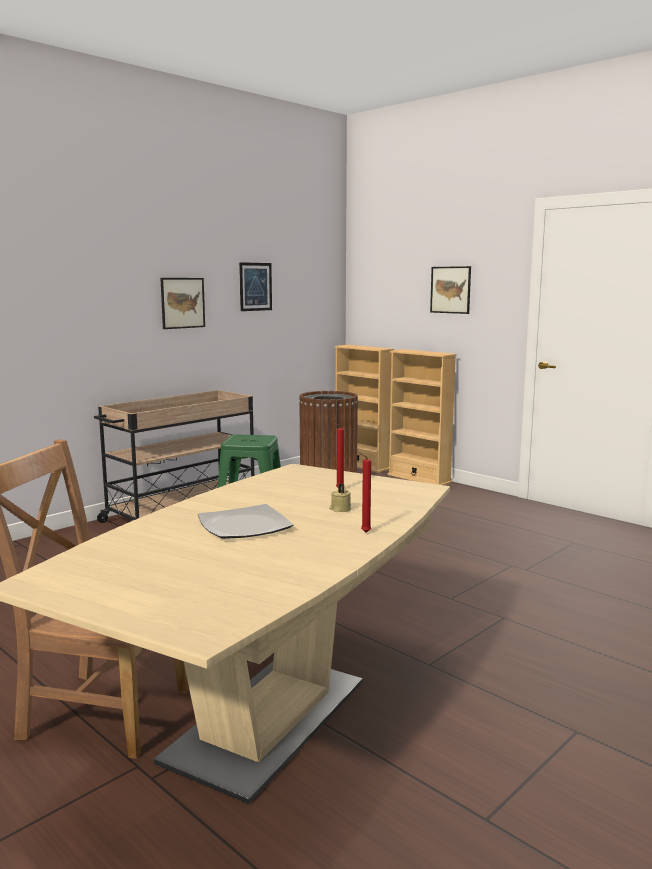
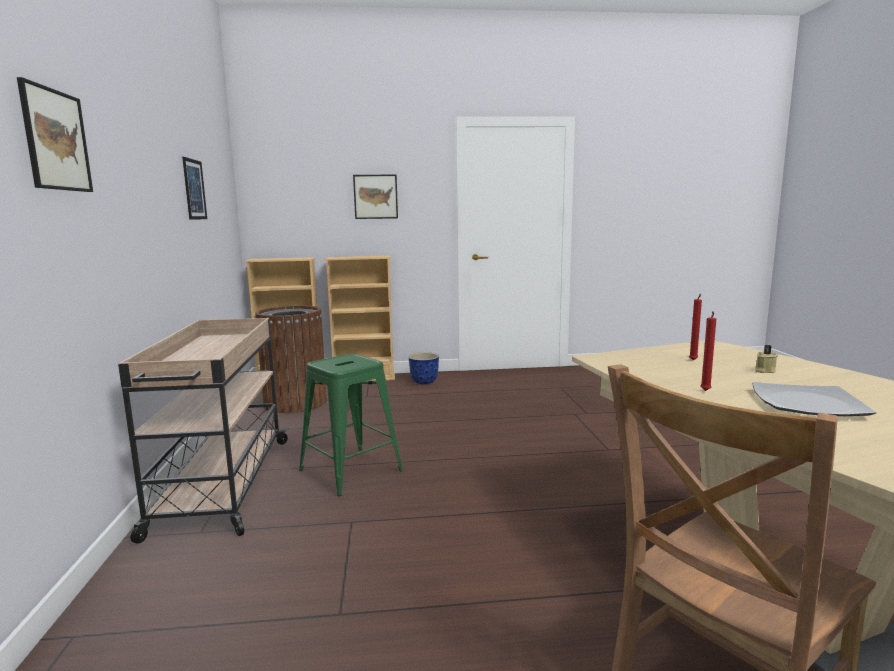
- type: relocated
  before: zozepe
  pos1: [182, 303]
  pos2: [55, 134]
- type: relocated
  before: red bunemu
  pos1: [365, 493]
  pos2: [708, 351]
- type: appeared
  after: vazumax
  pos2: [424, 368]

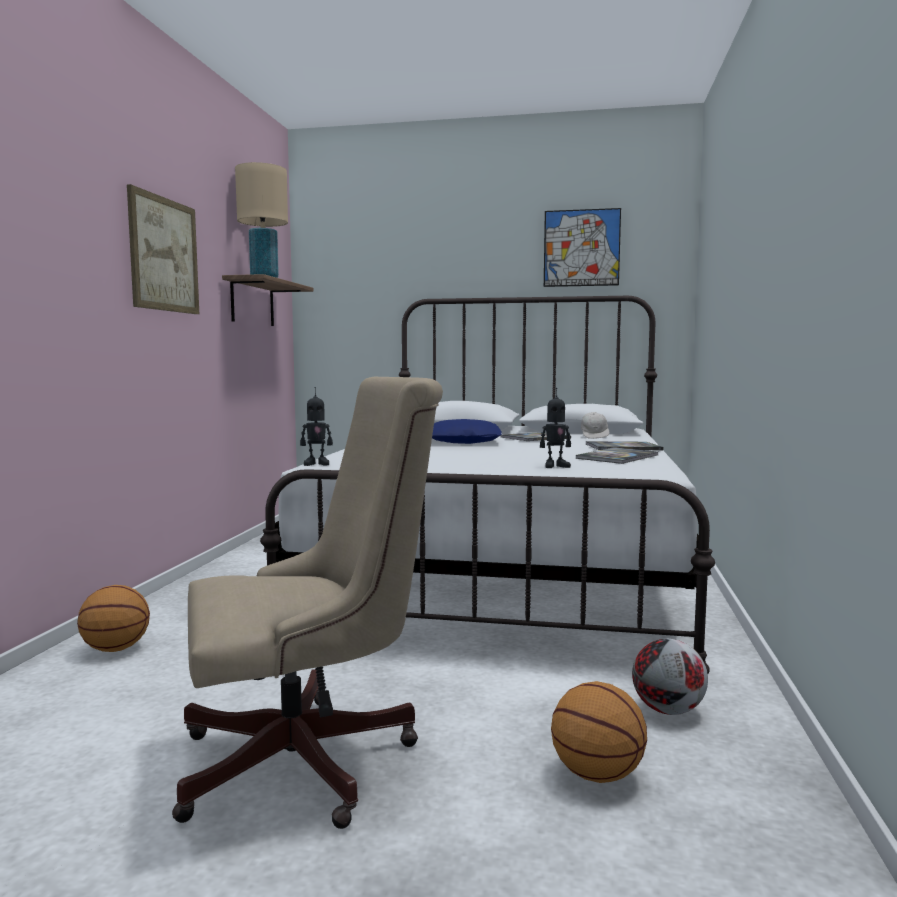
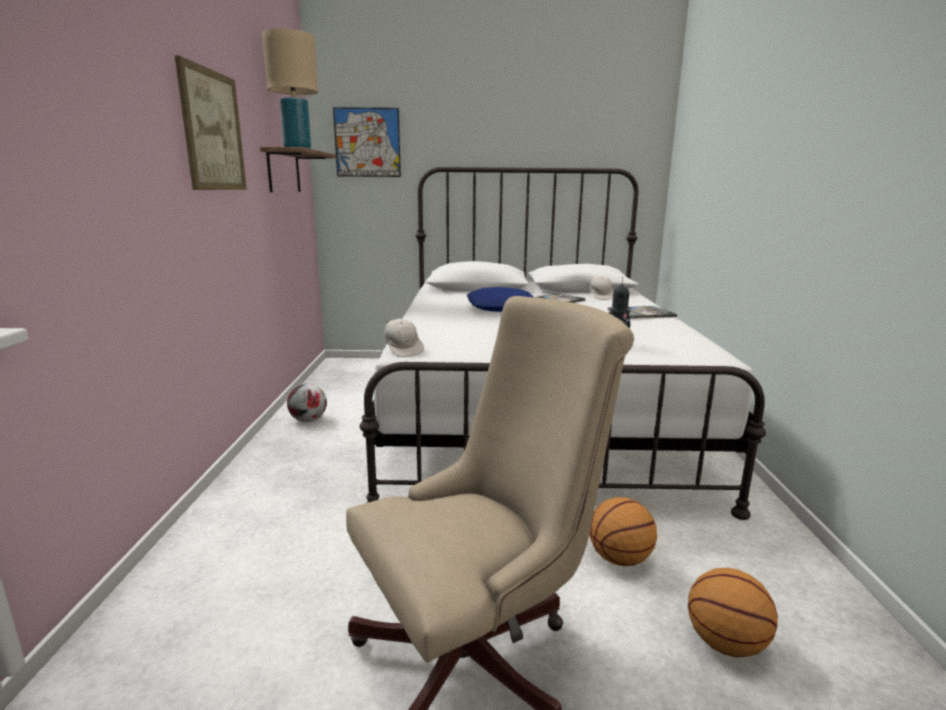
- type: relocated
  before: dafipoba
  pos1: [113, 618]
  pos2: [623, 531]
- type: exchanged
  before: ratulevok
  after: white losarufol
  pos1: [316, 426]
  pos2: [404, 337]
- type: relocated
  before: zozepe
  pos1: [582, 247]
  pos2: [367, 142]
- type: missing
  before: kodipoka
  pos1: [617, 455]
- type: relocated
  before: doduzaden
  pos1: [670, 677]
  pos2: [307, 403]

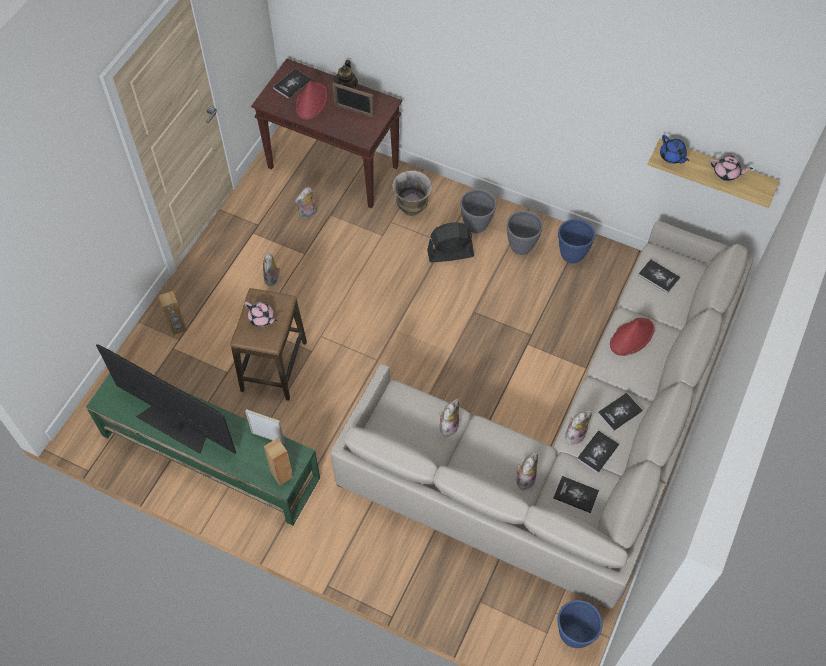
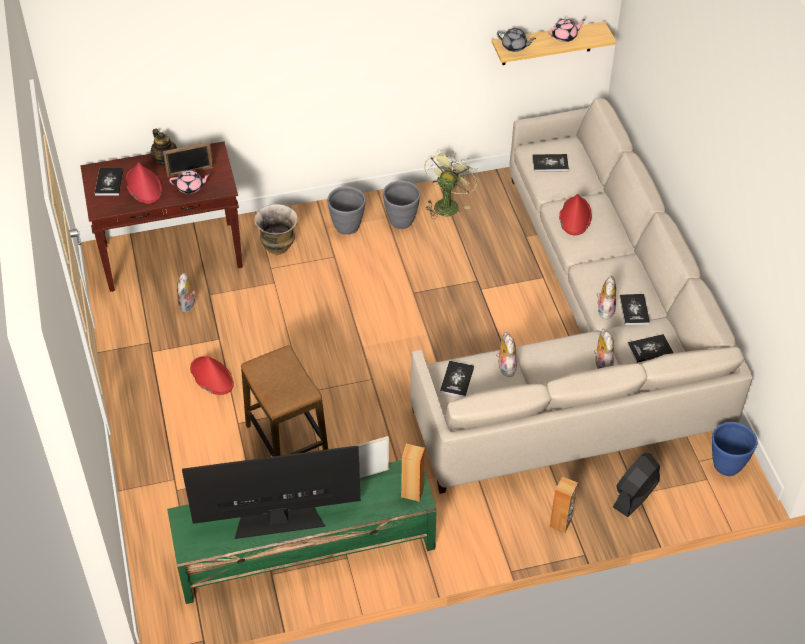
- type: relocated
  before: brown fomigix
  pos1: [172, 313]
  pos2: [564, 505]
- type: relocated
  before: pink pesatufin
  pos1: [261, 314]
  pos2: [190, 181]
- type: exchanged
  before: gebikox
  after: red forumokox
  pos1: [271, 269]
  pos2: [212, 375]
- type: relocated
  before: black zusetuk
  pos1: [450, 242]
  pos2: [636, 484]
- type: exchanged
  before: blue vazumax
  after: green zusetuk
  pos1: [576, 241]
  pos2: [451, 184]
- type: relocated
  before: kodipoka
  pos1: [620, 412]
  pos2: [457, 379]
- type: colour
  before: blue pesatufin
  after: grey pesatufin
  pos1: [674, 149]
  pos2: [516, 40]

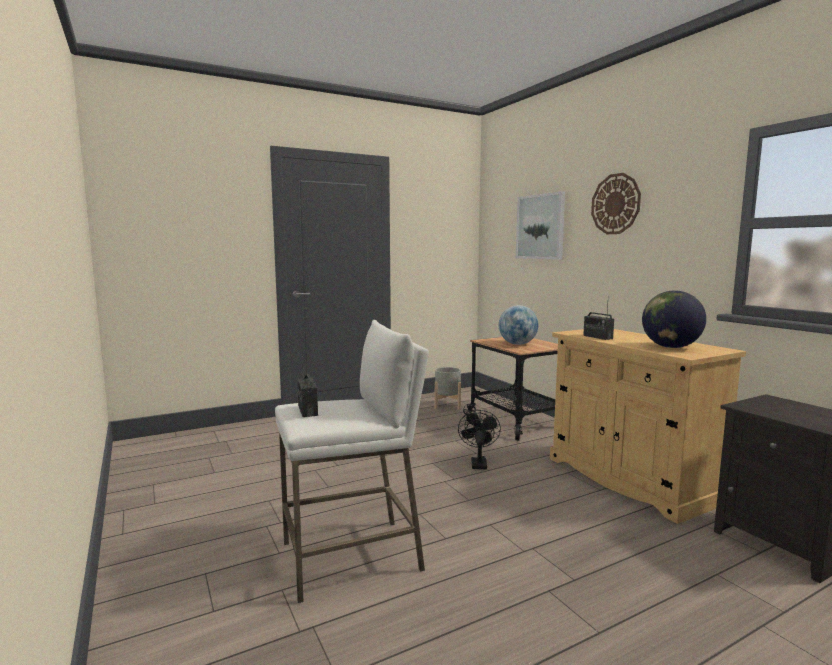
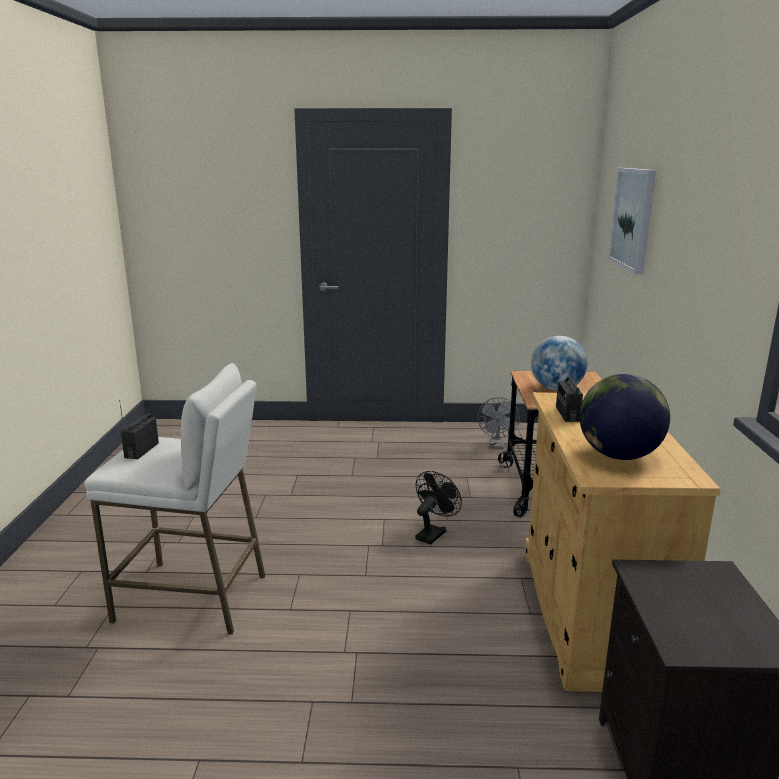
- type: exchanged
  before: grey vazumax
  after: grey zusetuk
  pos1: [448, 388]
  pos2: [499, 423]
- type: missing
  before: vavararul
  pos1: [616, 203]

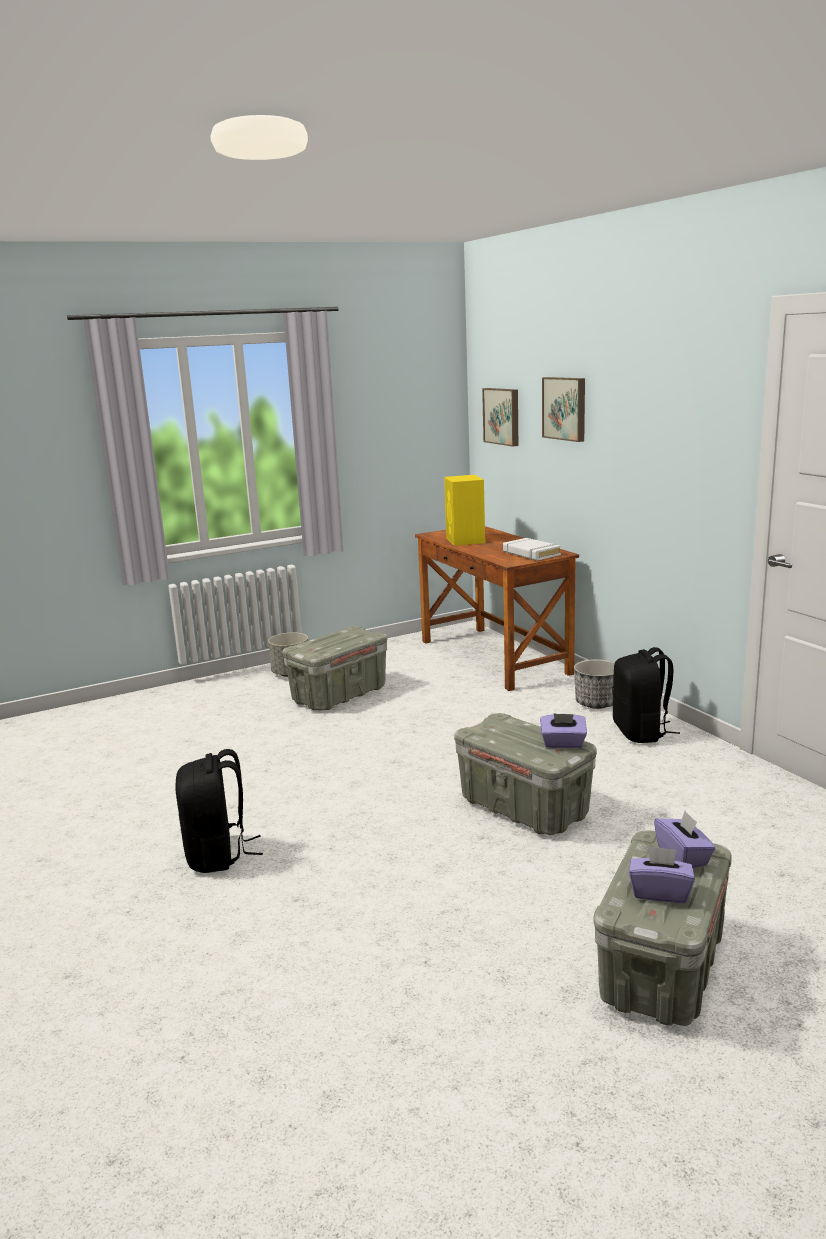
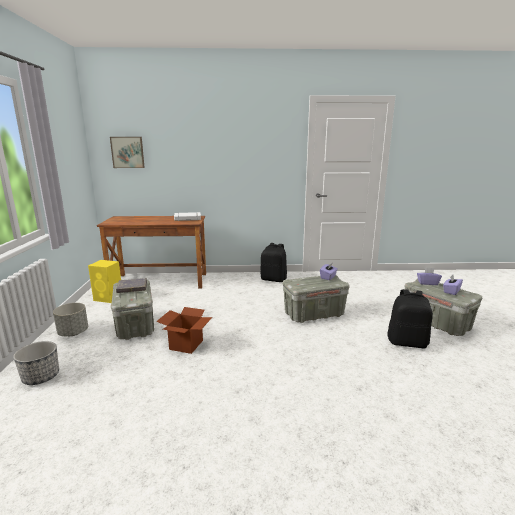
- type: relocated
  before: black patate
  pos1: [219, 811]
  pos2: [410, 318]
- type: relocated
  before: yellow fomigix
  pos1: [464, 510]
  pos2: [104, 281]
- type: missing
  before: zozepe
  pos1: [563, 409]
- type: relocated
  before: vazumax
  pos1: [594, 684]
  pos2: [36, 363]
- type: appeared
  after: grey kodipoka
  pos2: [131, 285]
- type: appeared
  after: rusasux
  pos2: [184, 330]

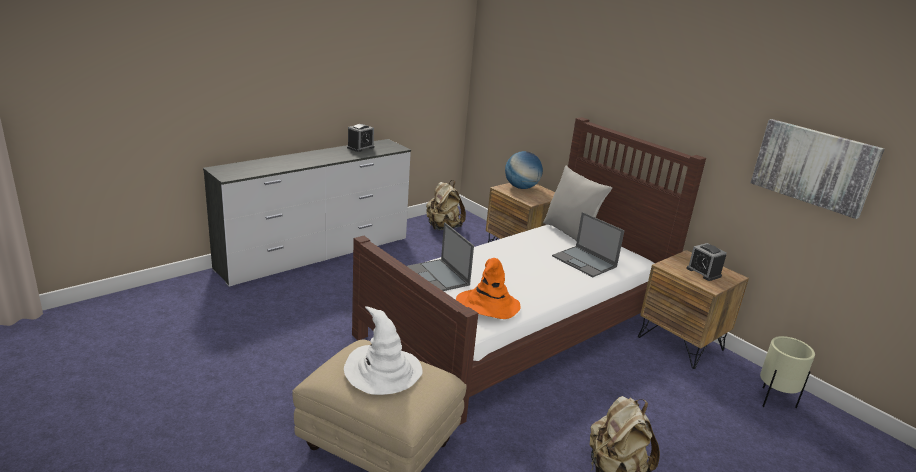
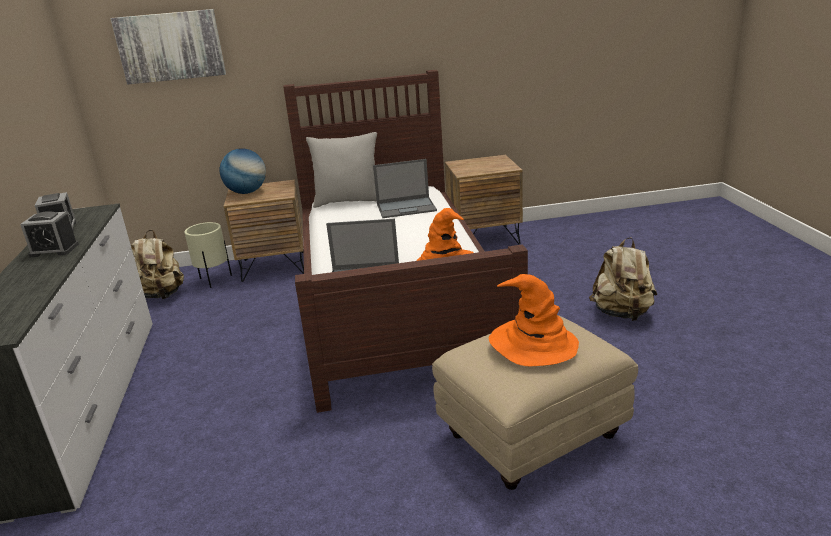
- type: colour
  before: white forumokox
  after: orange forumokox
  pos1: [383, 350]
  pos2: [534, 320]
- type: relocated
  before: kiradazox
  pos1: [706, 262]
  pos2: [49, 234]
- type: relocated
  before: zozepe
  pos1: [817, 169]
  pos2: [168, 47]
- type: relocated
  before: beige vazumax
  pos1: [787, 372]
  pos2: [208, 255]

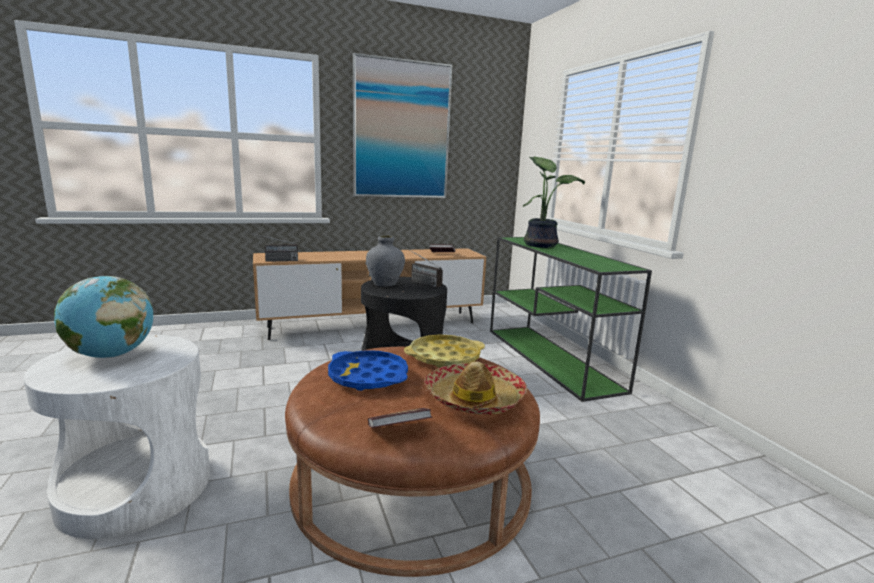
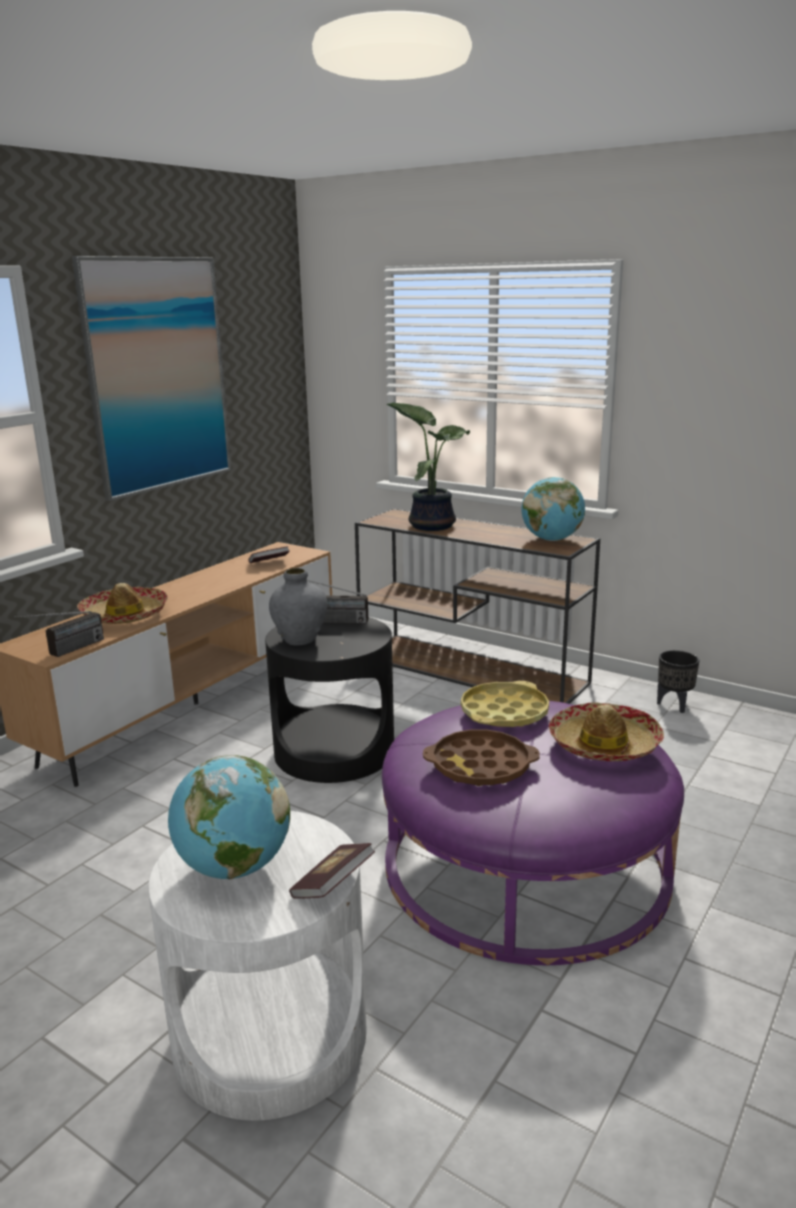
- type: colour
  before: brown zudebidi
  after: purple zudebidi
  pos1: [412, 461]
  pos2: [533, 833]
- type: colour
  before: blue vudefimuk
  after: brown vudefimuk
  pos1: [368, 370]
  pos2: [481, 757]
- type: relocated
  before: kodipoka
  pos1: [400, 418]
  pos2: [332, 871]
- type: colour
  before: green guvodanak
  after: brown guvodanak
  pos1: [571, 319]
  pos2: [477, 606]
- type: appeared
  after: forumokox
  pos2: [122, 603]
- type: appeared
  after: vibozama
  pos2: [553, 509]
- type: appeared
  after: black vazumax
  pos2: [678, 681]

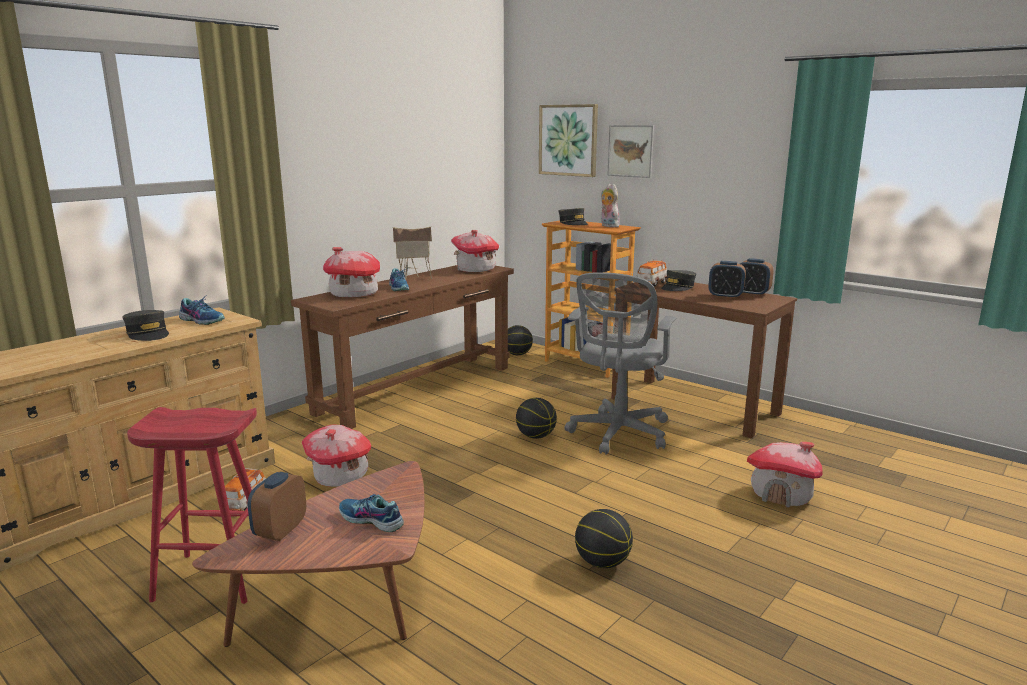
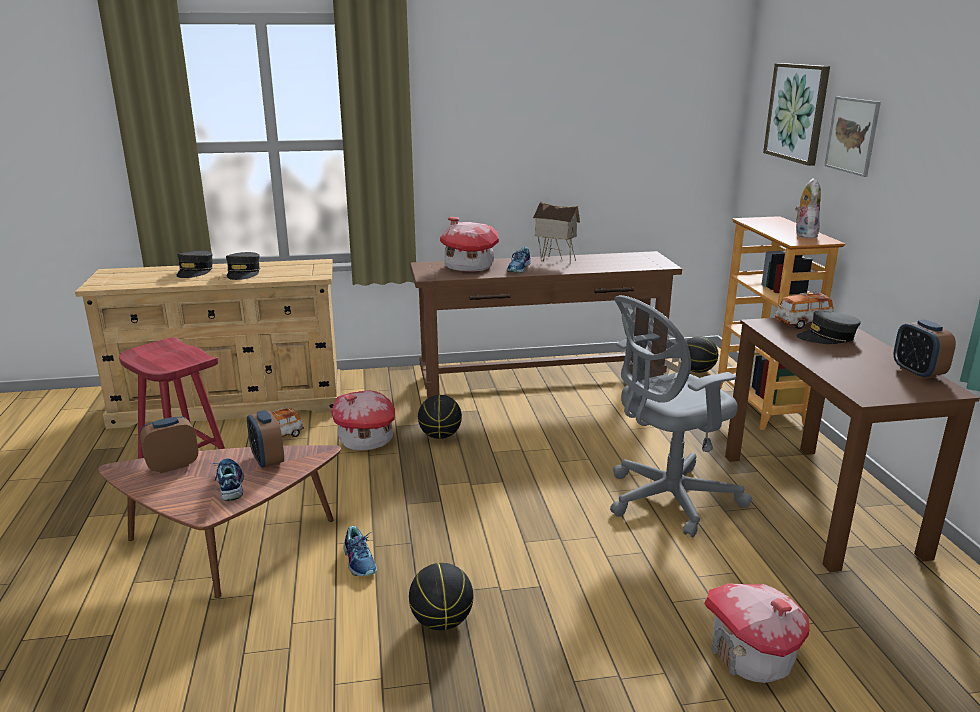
- type: relocated
  before: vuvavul
  pos1: [202, 310]
  pos2: [360, 551]
- type: missing
  before: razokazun
  pos1: [475, 251]
- type: relocated
  before: dafipoba
  pos1: [536, 418]
  pos2: [440, 417]
- type: relocated
  before: grey losarufol
  pos1: [573, 216]
  pos2: [194, 264]
- type: relocated
  before: kiradazox
  pos1: [727, 280]
  pos2: [265, 439]

